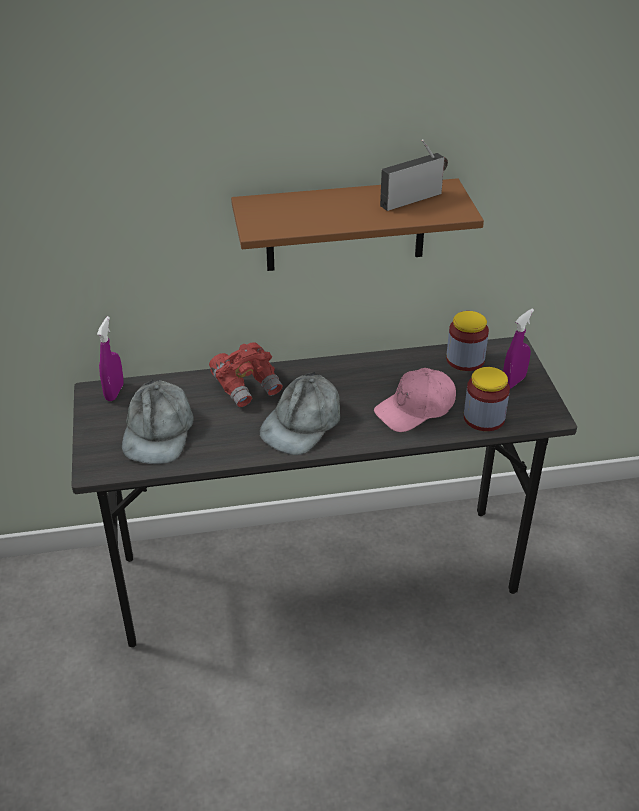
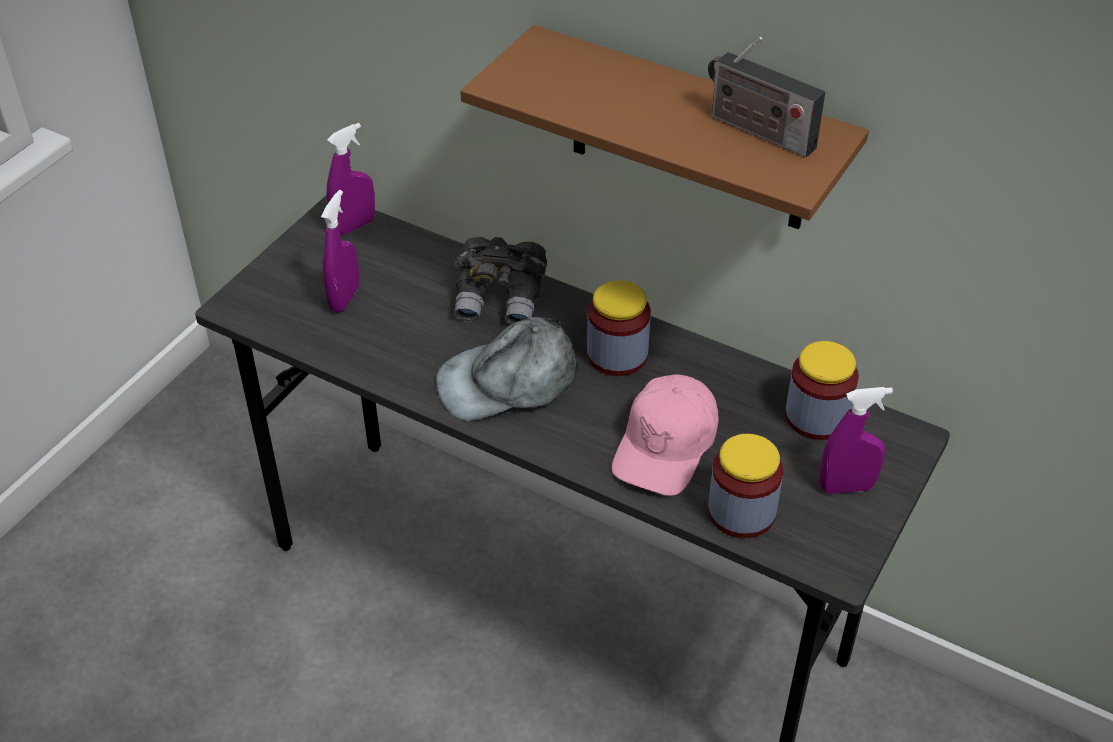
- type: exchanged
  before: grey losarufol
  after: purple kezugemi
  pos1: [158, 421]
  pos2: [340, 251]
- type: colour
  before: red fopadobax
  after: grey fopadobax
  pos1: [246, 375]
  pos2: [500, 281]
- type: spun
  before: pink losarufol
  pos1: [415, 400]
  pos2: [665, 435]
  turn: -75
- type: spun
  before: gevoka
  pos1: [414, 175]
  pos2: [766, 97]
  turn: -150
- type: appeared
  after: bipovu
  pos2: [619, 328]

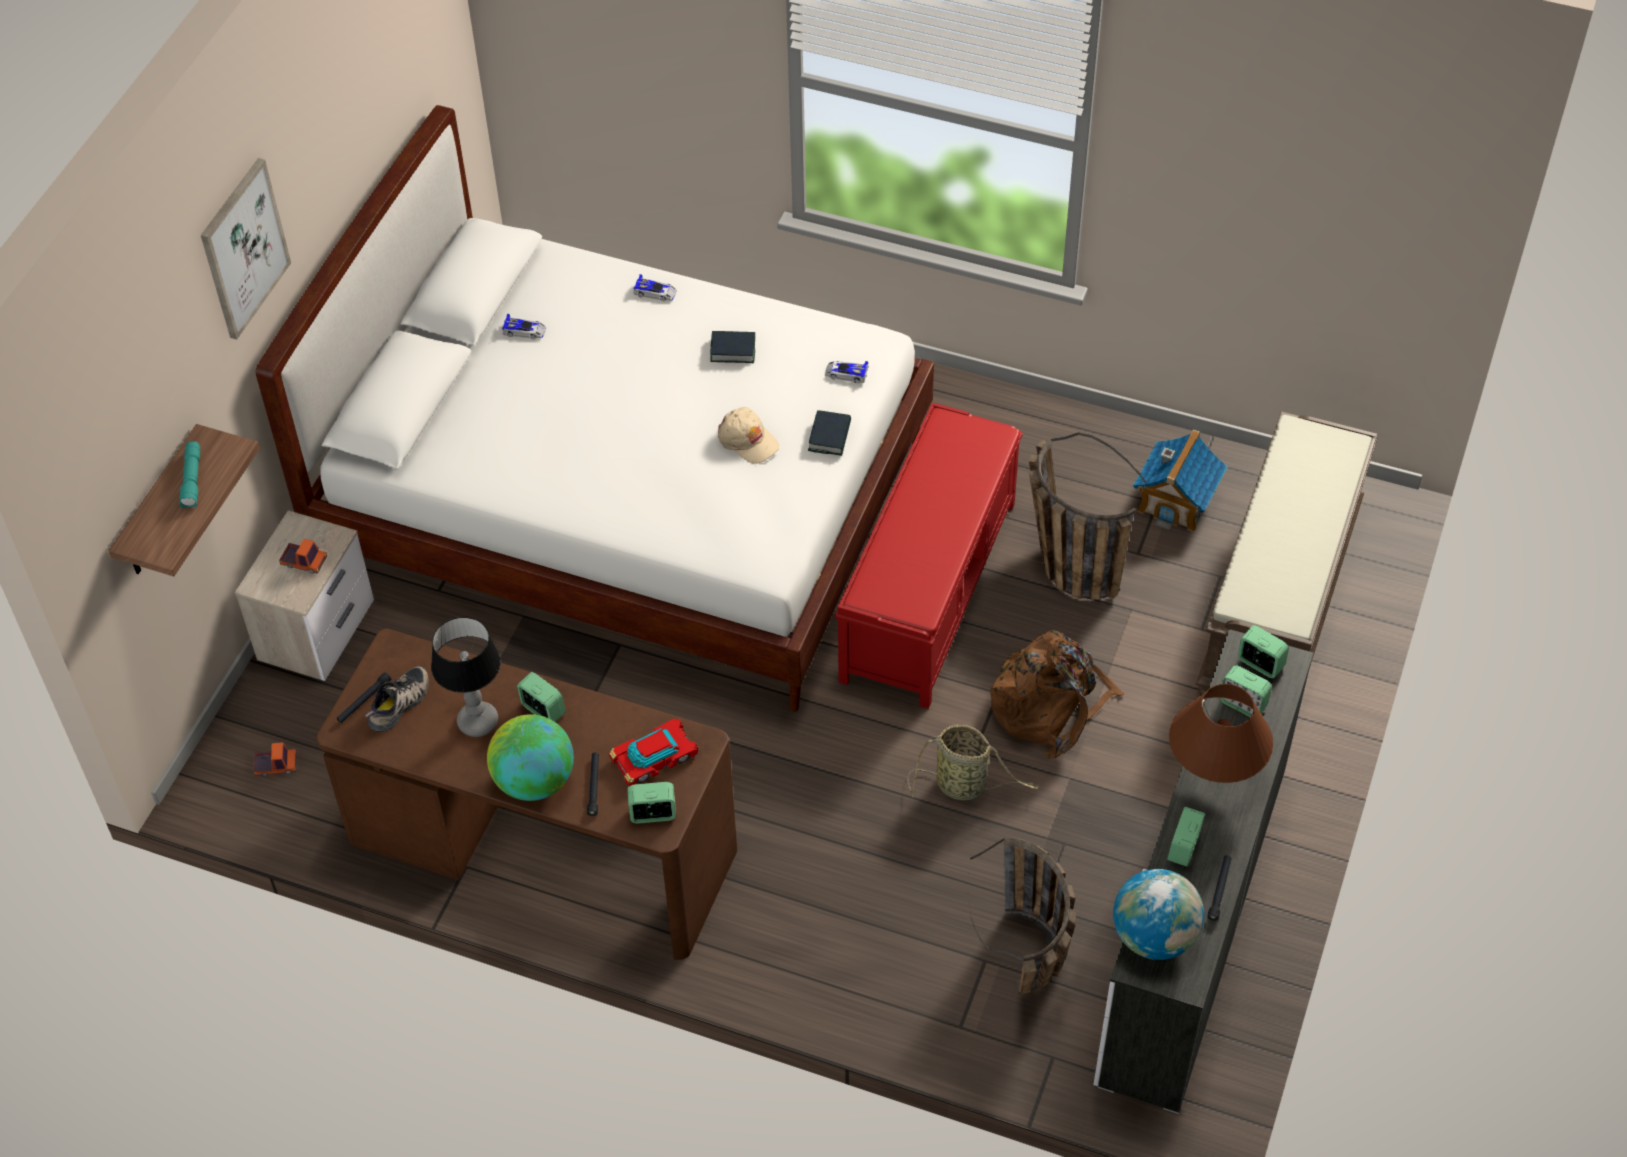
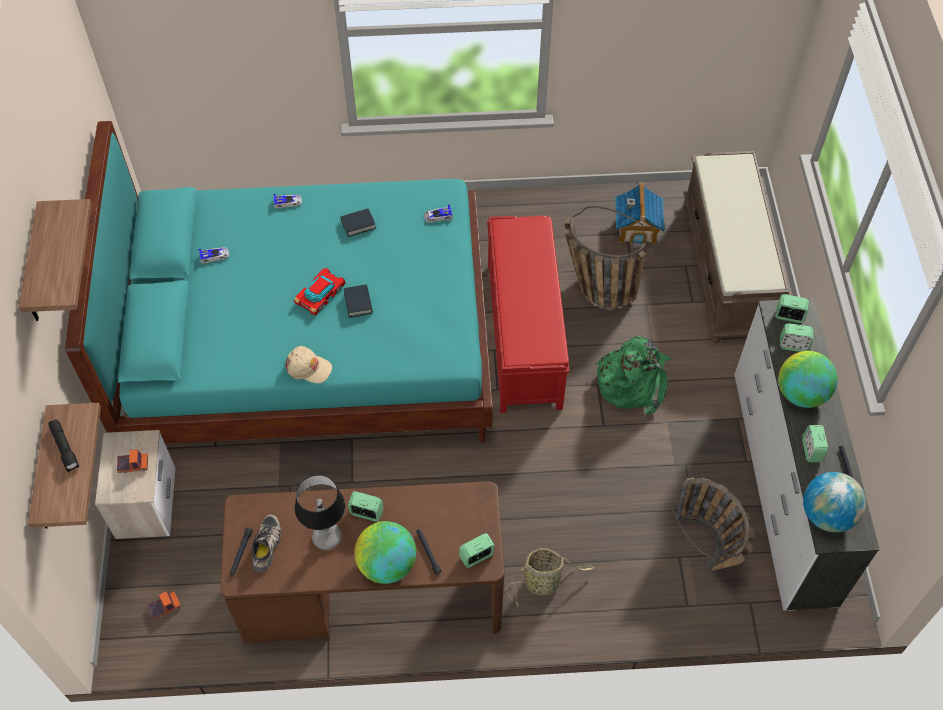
- type: colour
  before: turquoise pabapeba
  after: black pabapeba
  pos1: [189, 474]
  pos2: [64, 445]
- type: exchanged
  before: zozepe
  after: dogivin
  pos1: [246, 249]
  pos2: [55, 260]
- type: colour
  before: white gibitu
  after: turquoise gibitu
  pos1: [595, 408]
  pos2: [279, 282]
- type: relocated
  before: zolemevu
  pos1: [653, 752]
  pos2: [319, 291]
- type: relocated
  before: beige losarufol
  pos1: [748, 435]
  pos2: [308, 364]
- type: relocated
  before: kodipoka
  pos1: [829, 433]
  pos2: [358, 301]
- type: relocated
  before: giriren
  pos1: [973, 762]
  pos2: [550, 577]
- type: colour
  before: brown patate
  after: green patate
  pos1: [1057, 694]
  pos2: [633, 375]
- type: exchanged
  before: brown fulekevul
  after: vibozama
  pos1: [1221, 733]
  pos2: [808, 379]

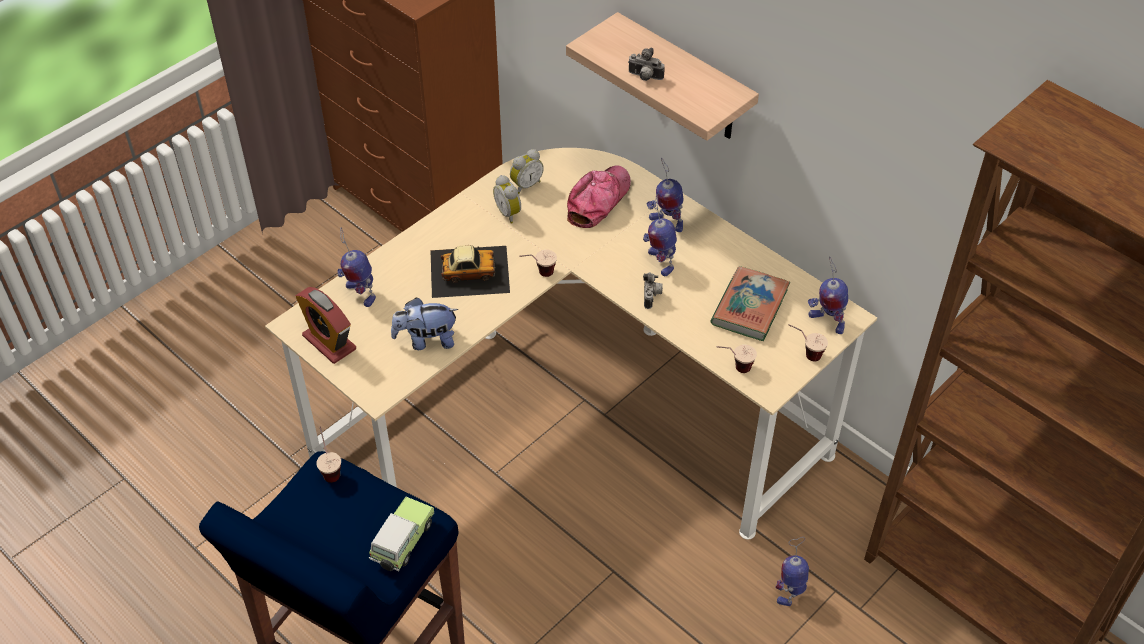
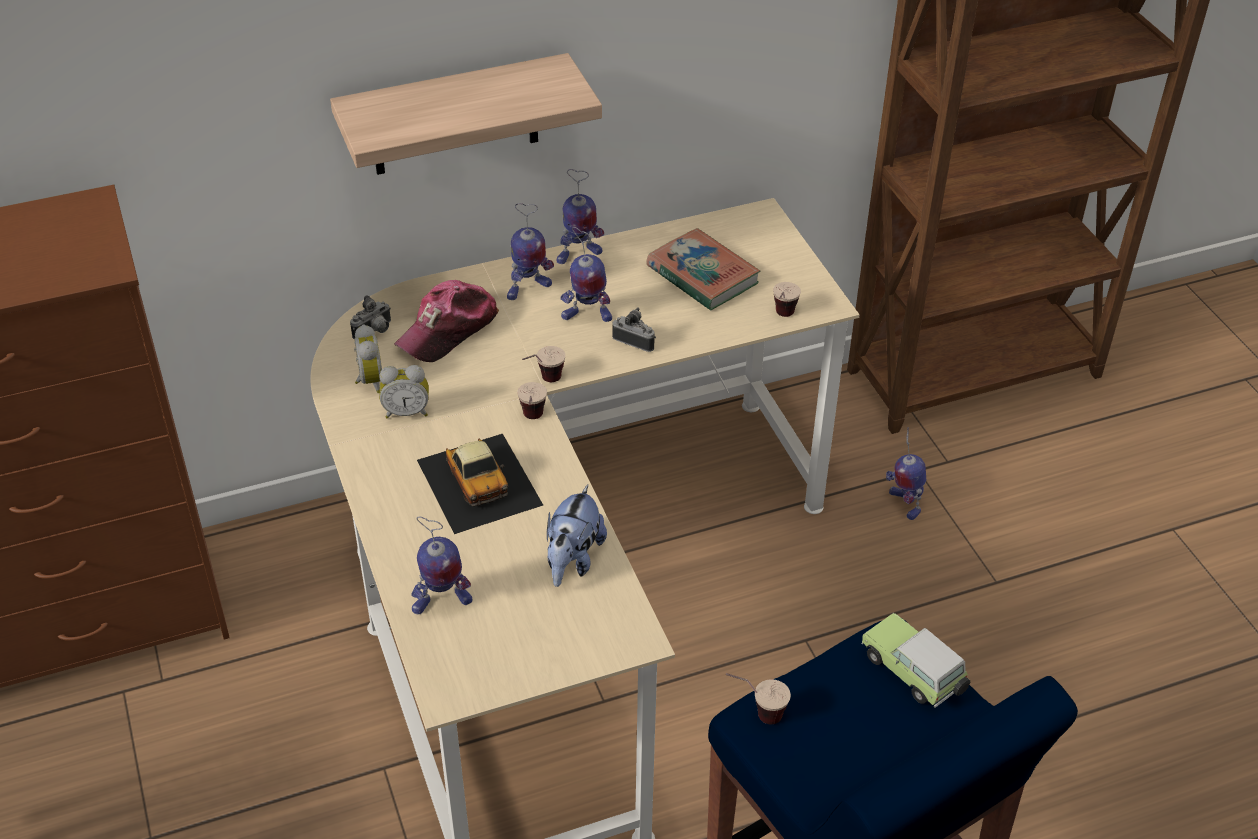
- type: missing
  before: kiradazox
  pos1: [326, 325]
- type: spun
  before: zolemevu
  pos1: [470, 271]
  pos2: [480, 484]
  turn: 135
- type: spun
  before: losarufol
  pos1: [599, 196]
  pos2: [446, 321]
  turn: -105
- type: relocated
  before: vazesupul
  pos1: [646, 64]
  pos2: [370, 317]
- type: relocated
  before: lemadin
  pos1: [808, 342]
  pos2: [543, 364]
- type: relocated
  before: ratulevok
  pos1: [828, 295]
  pos2: [580, 216]

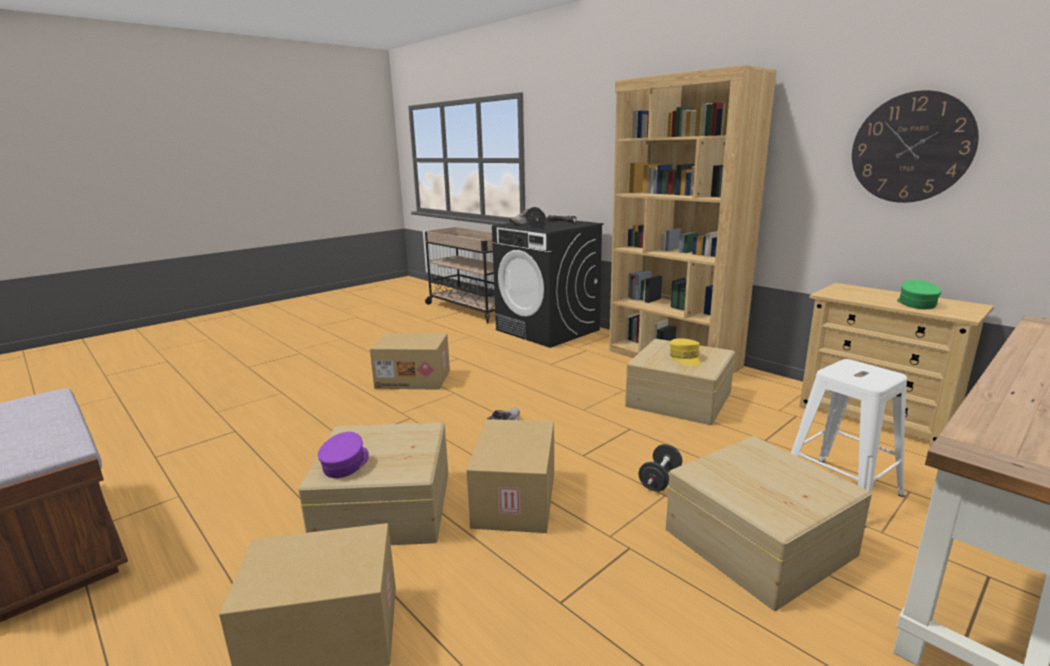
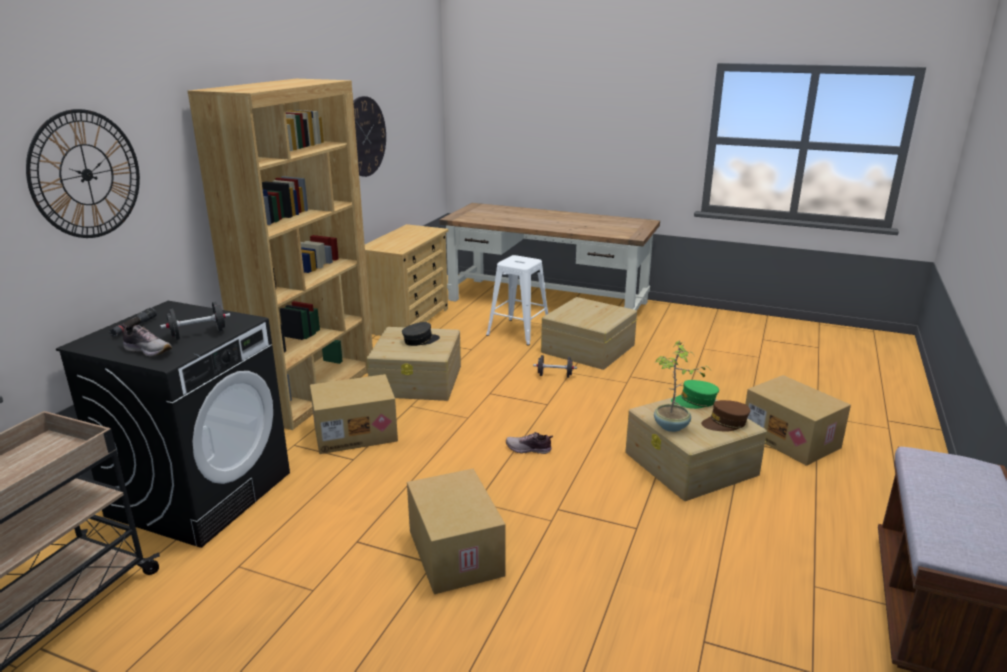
- type: colour
  before: purple losarufol
  after: brown losarufol
  pos1: [343, 455]
  pos2: [725, 416]
- type: relocated
  before: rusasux
  pos1: [510, 476]
  pos2: [354, 414]
- type: colour
  before: yellow losarufol
  after: grey losarufol
  pos1: [685, 352]
  pos2: [421, 334]
- type: relocated
  before: green losarufol
  pos1: [919, 294]
  pos2: [695, 394]
- type: appeared
  after: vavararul
  pos2: [83, 173]
- type: appeared
  after: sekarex
  pos2: [682, 386]

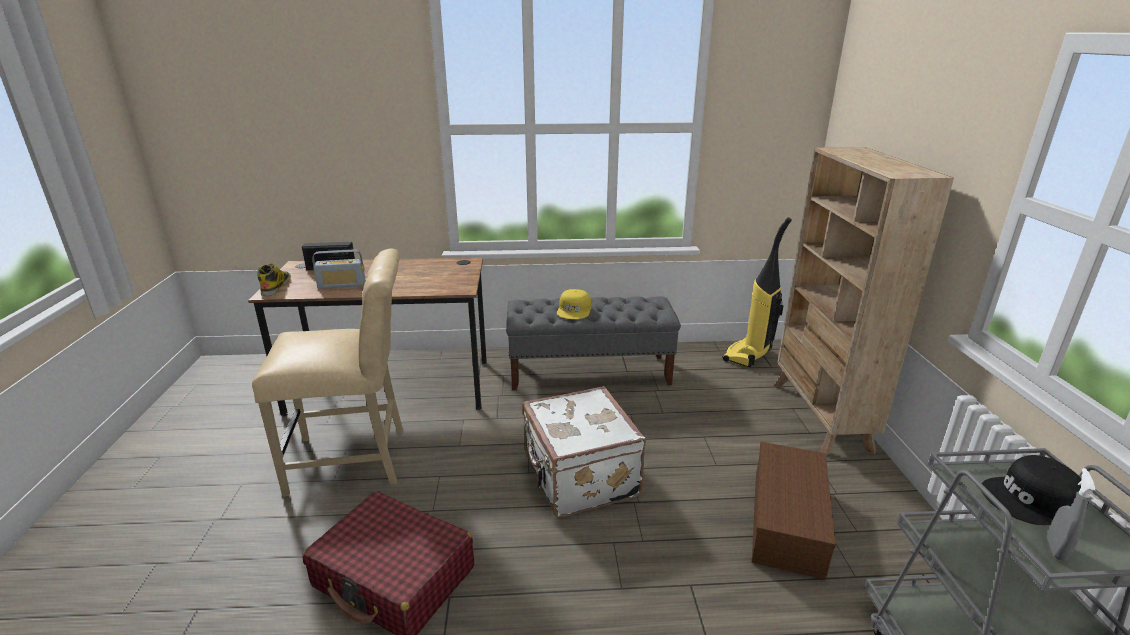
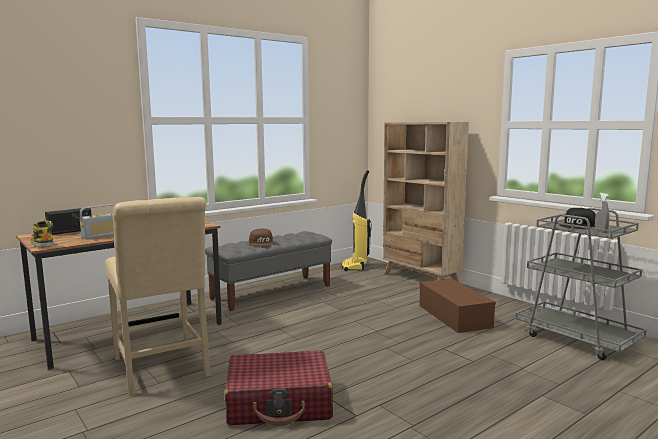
- type: spun
  before: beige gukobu
  pos1: [327, 373]
  pos2: [158, 296]
  turn: 105
- type: missing
  before: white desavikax
  pos1: [584, 451]
- type: colour
  before: yellow losarufol
  after: brown losarufol
  pos1: [574, 304]
  pos2: [262, 237]

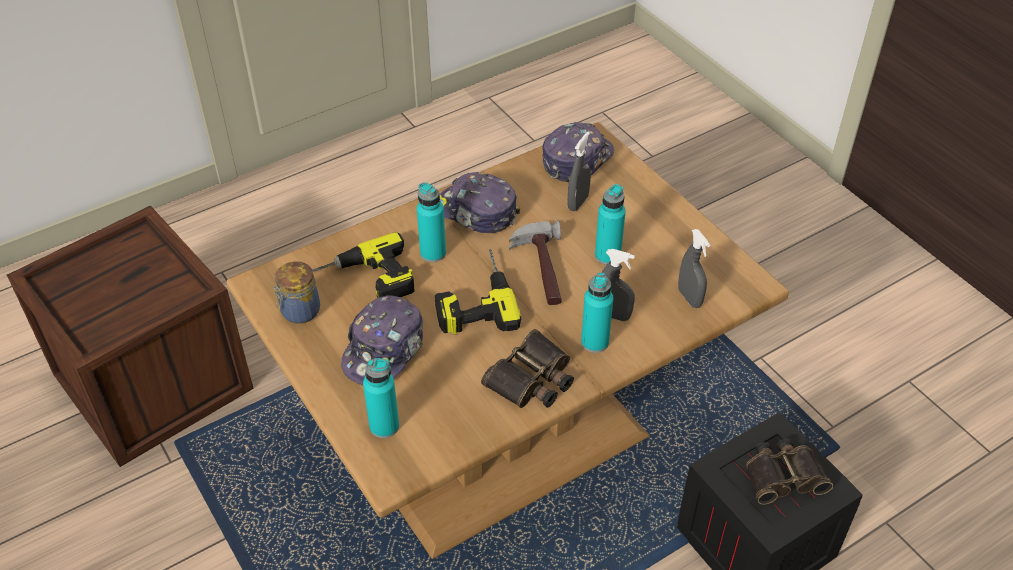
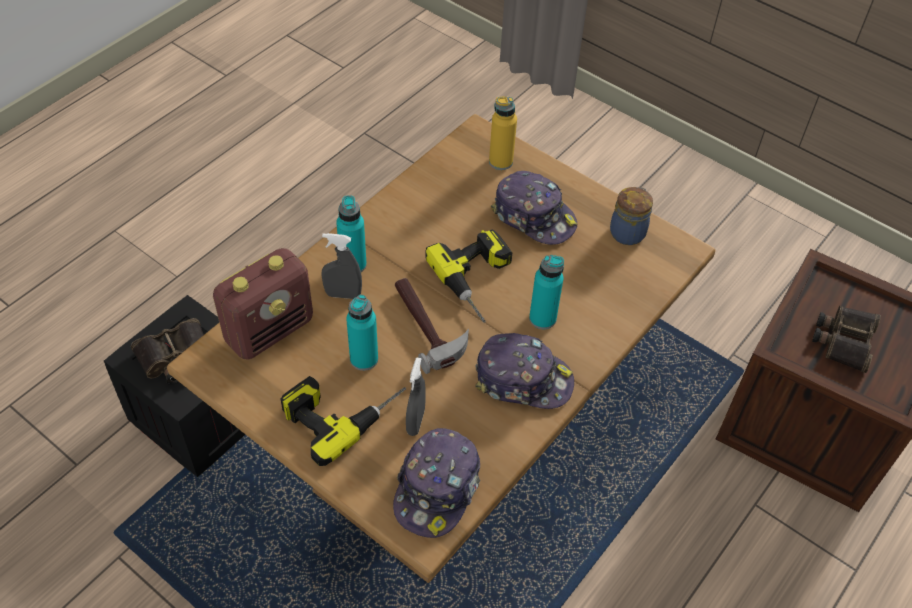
- type: relocated
  before: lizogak
  pos1: [363, 265]
  pos2: [343, 421]
- type: spun
  before: losarufol
  pos1: [382, 340]
  pos2: [534, 208]
  turn: 120
- type: colour
  before: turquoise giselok
  after: yellow giselok
  pos1: [381, 398]
  pos2: [503, 133]
- type: relocated
  before: fopadobax
  pos1: [527, 368]
  pos2: [846, 339]
- type: exchanged
  before: grey kezugemi
  after: gevoka
  pos1: [694, 268]
  pos2: [263, 304]

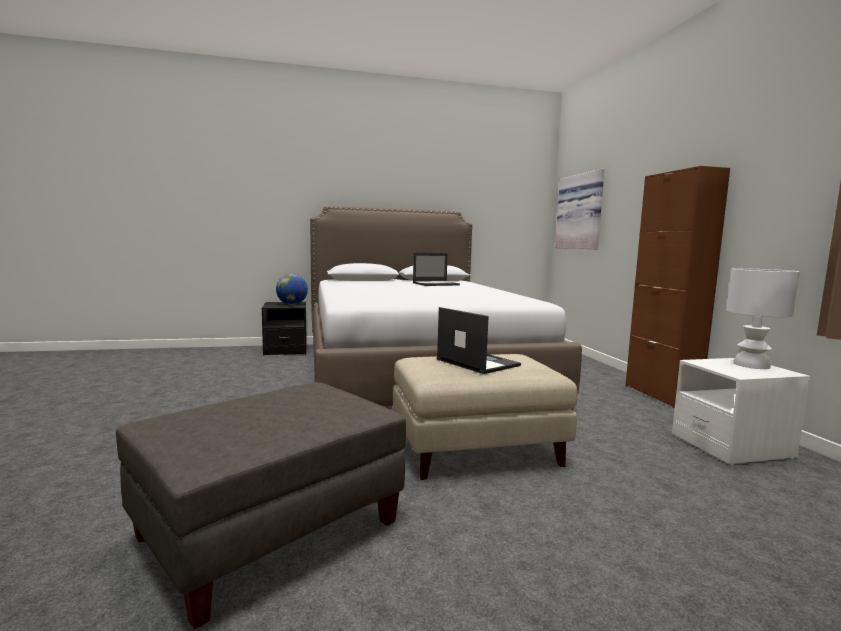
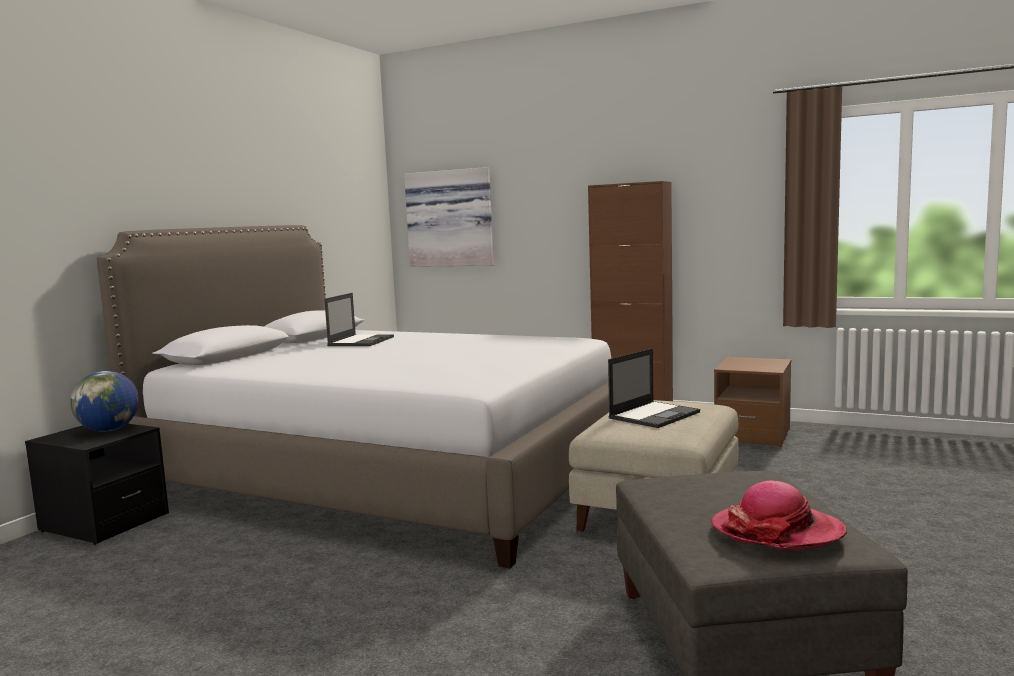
- type: spun
  before: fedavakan
  pos1: [479, 340]
  pos2: [654, 388]
  turn: 135
- type: colour
  before: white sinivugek
  after: brown sinivugek
  pos1: [741, 411]
  pos2: [752, 402]
- type: missing
  before: white fulekevul
  pos1: [763, 318]
- type: appeared
  after: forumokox
  pos2: [779, 515]

